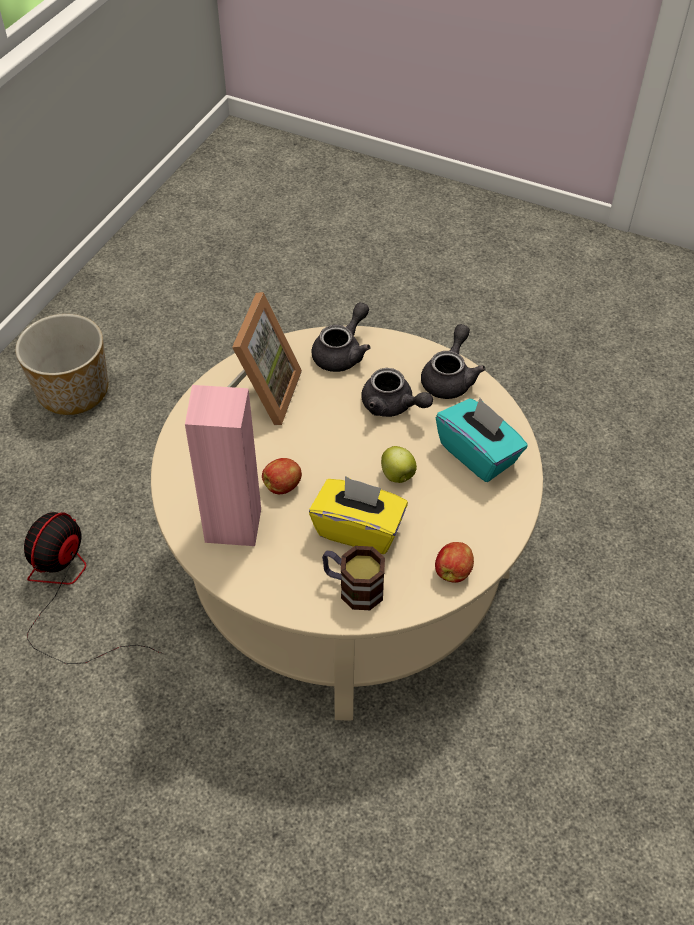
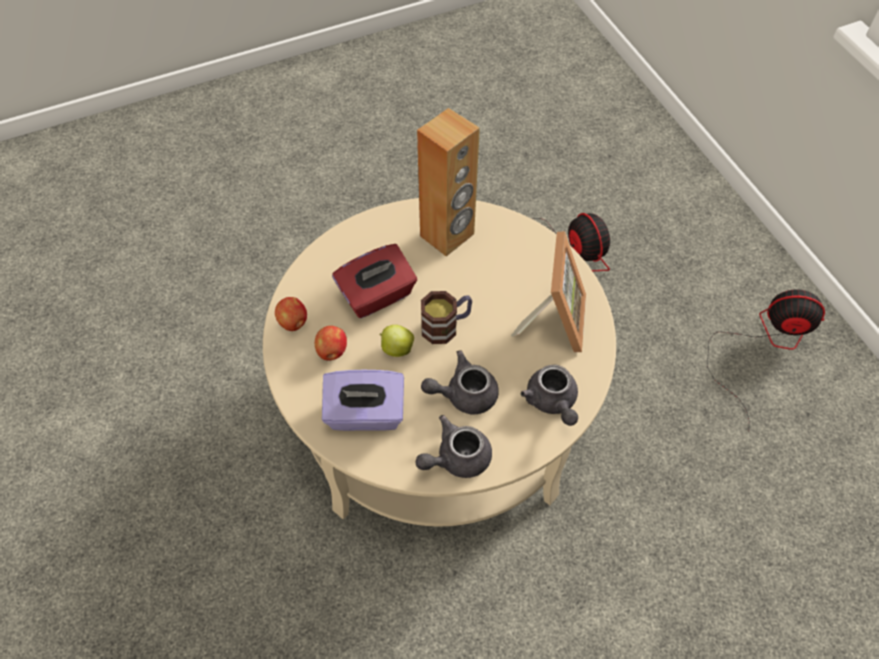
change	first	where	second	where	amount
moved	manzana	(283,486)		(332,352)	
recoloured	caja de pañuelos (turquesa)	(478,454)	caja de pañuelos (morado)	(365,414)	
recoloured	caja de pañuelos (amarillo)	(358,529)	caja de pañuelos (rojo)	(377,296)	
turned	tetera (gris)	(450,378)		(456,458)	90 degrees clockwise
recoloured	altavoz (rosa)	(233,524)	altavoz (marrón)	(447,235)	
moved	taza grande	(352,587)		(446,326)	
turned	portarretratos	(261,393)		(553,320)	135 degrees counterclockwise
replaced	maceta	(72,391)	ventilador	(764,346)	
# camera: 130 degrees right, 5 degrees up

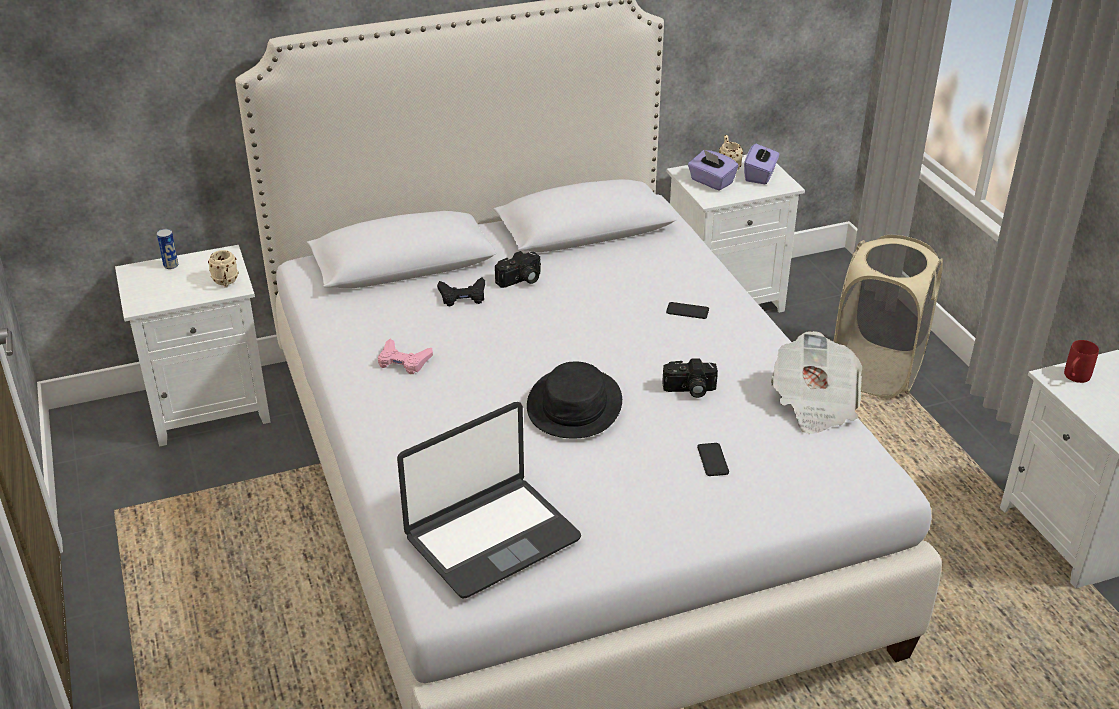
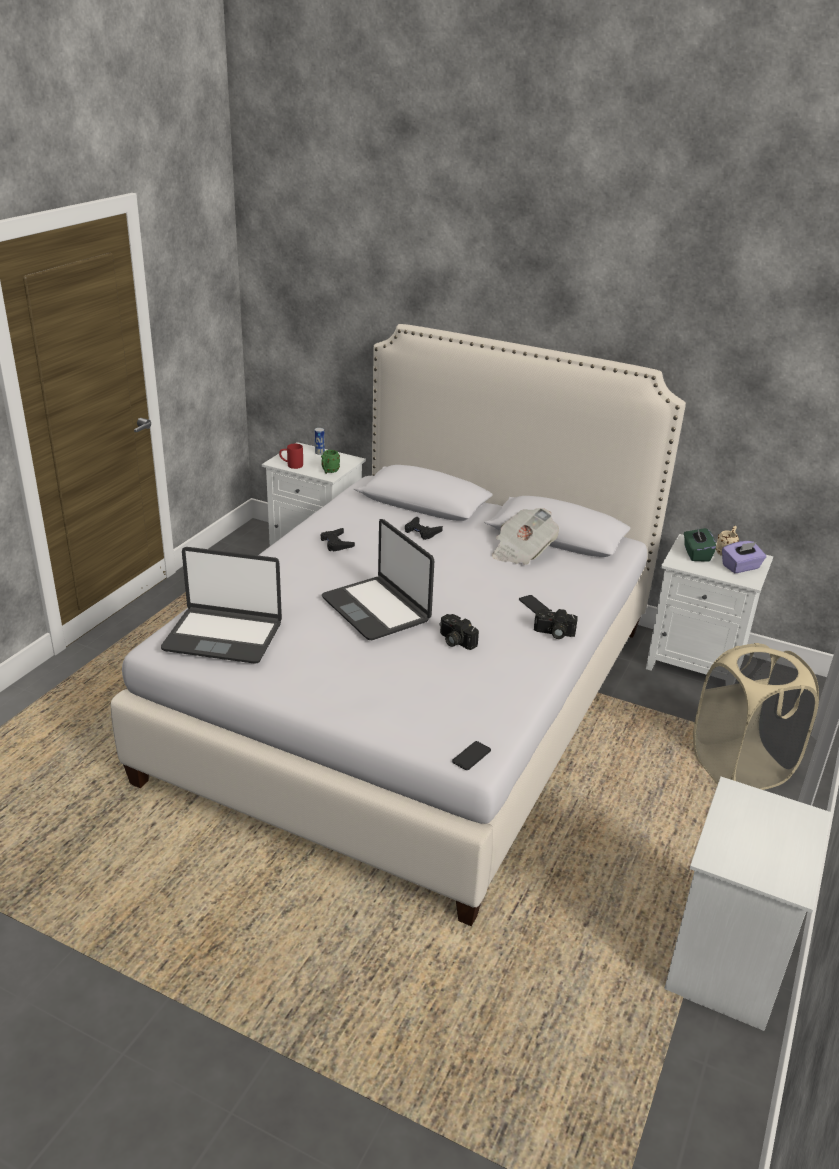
change	first	where	second	where	amount
moved	taza grande (rojo)	(1074,378)		(291,465)	
recoloured	taza grande (beis)	(226,283)	taza grande (verde)	(329,471)	
recoloured	mando de consola (rosa)	(403,361)	mando de consola (negro)	(336,543)	
replaced	sombrero (negro)	(575,405)	portátil	(377,609)	
moved	móvil	(712,460)		(471,756)	
moved	periódico	(814,404)		(521,552)	
moved	cámara	(520,280)		(554,633)	
recoloured	caja de pañuelos (morado)	(711,182)	caja de pañuelos (verde)	(696,554)	
# camera: 45 degrees right, 5 degrees down

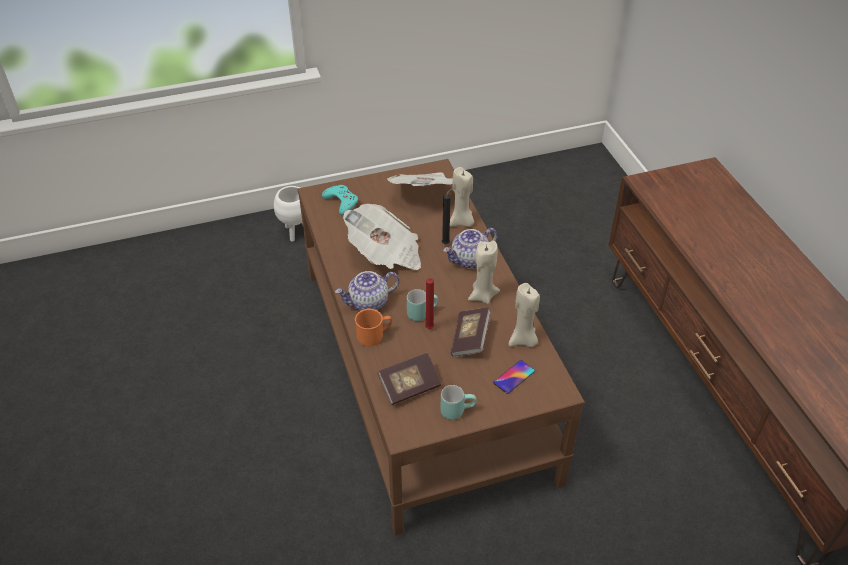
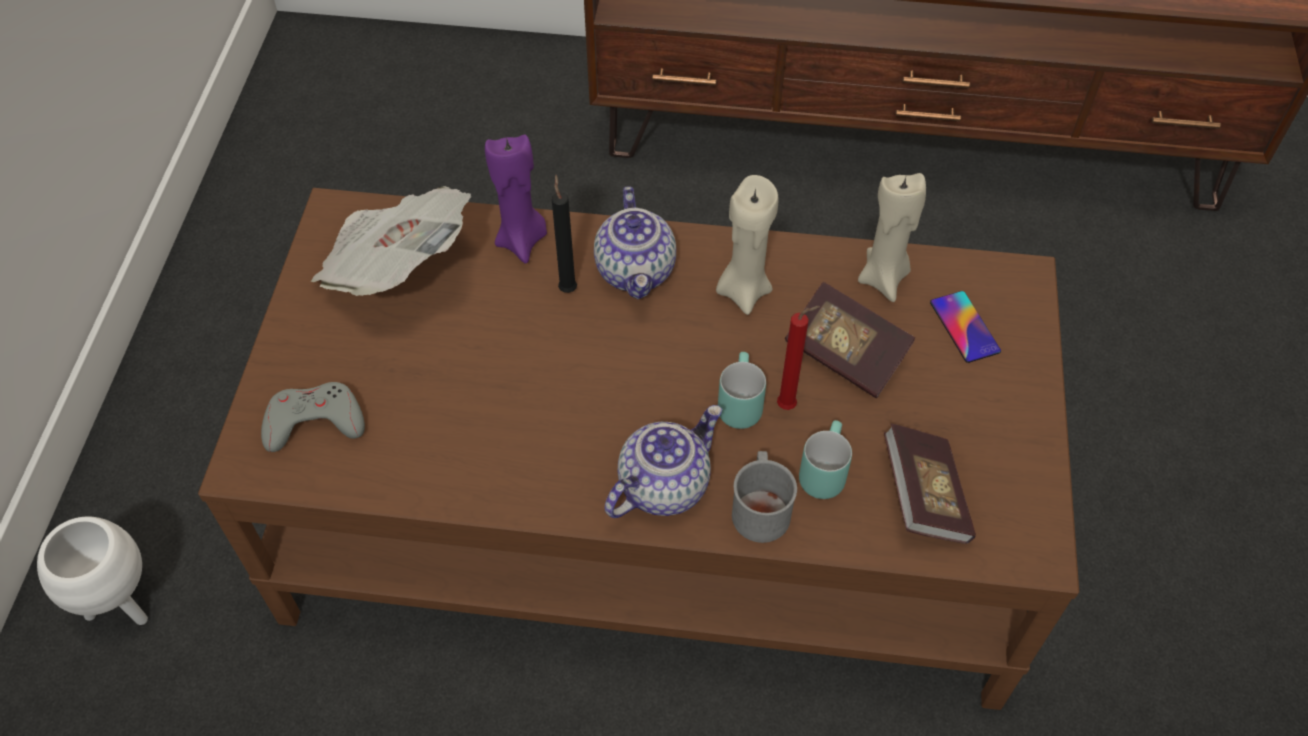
change	first	where	second	where	amount
recoloured	mando de consola (turquesa)	(341,202)	mando de consola (gris)	(314,422)	
recoloured	vela (beis)	(461,222)	vela (morado)	(522,240)	
turned	tetera	(368,303)		(663,484)	135 degrees counterclockwise
recoloured	taza grande (naranja)	(374,335)	taza grande (gris)	(760,507)	
moved	taza grande (turquesa)	(457,410)		(821,470)	
removed	periódico	(385,254)			
# camera: 65 degrees left, 10 degrees up

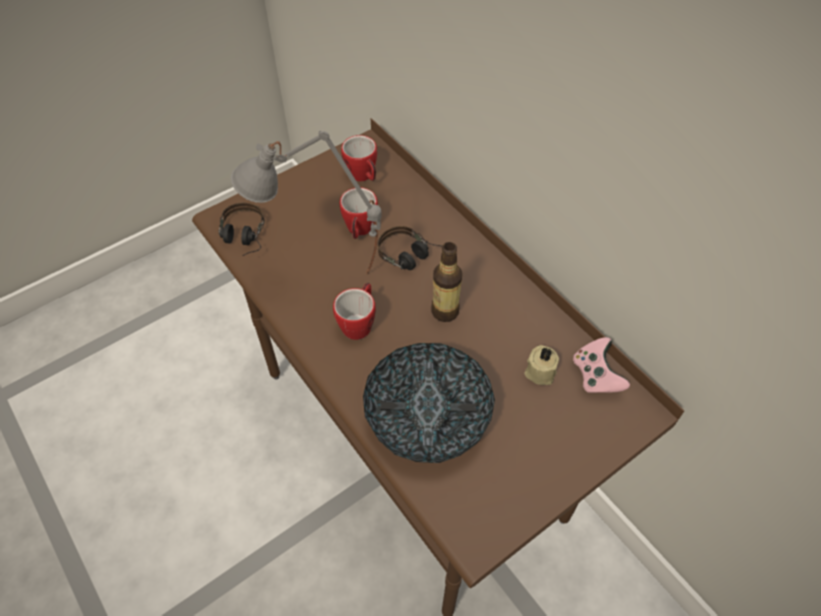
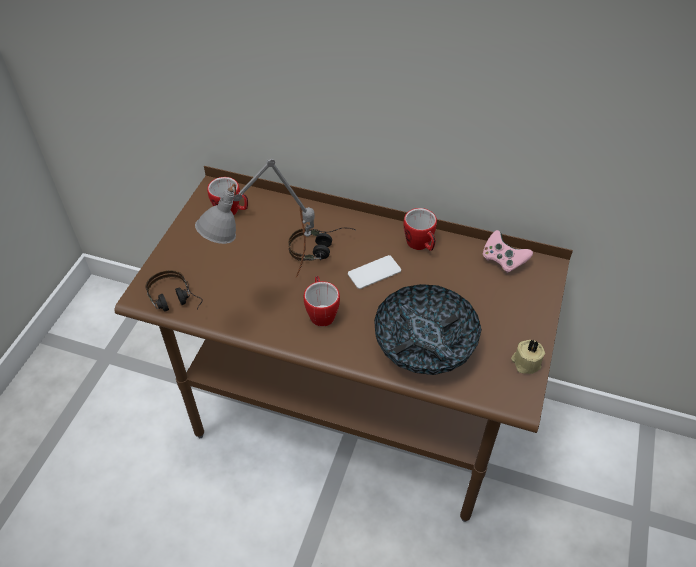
change	first	where	second	where	amount
replaced	botella	(445,311)	móvil	(374,272)	
moved	taza grande	(359,230)		(420,245)	
moved	vela (beis)	(540,371)		(525,363)	
# camera: 35 degrees left, 5 degrees down

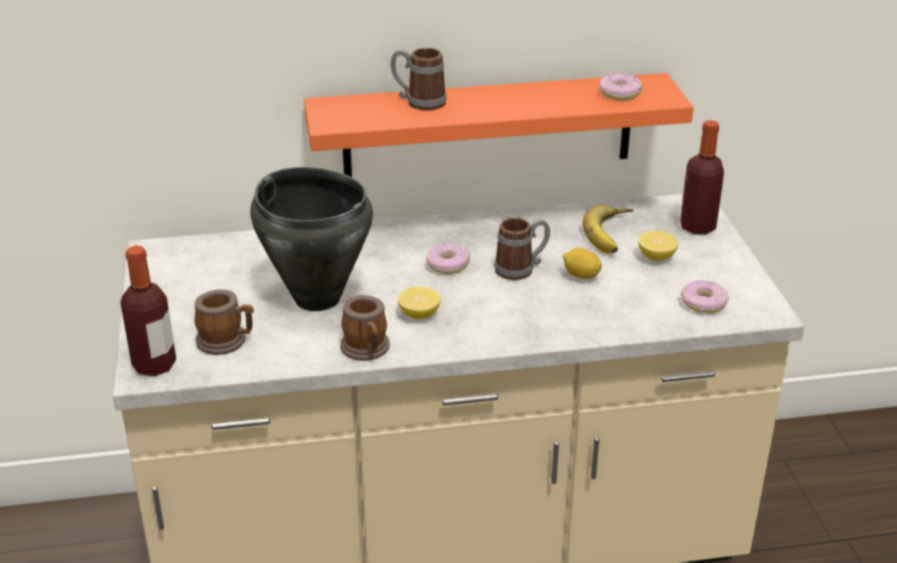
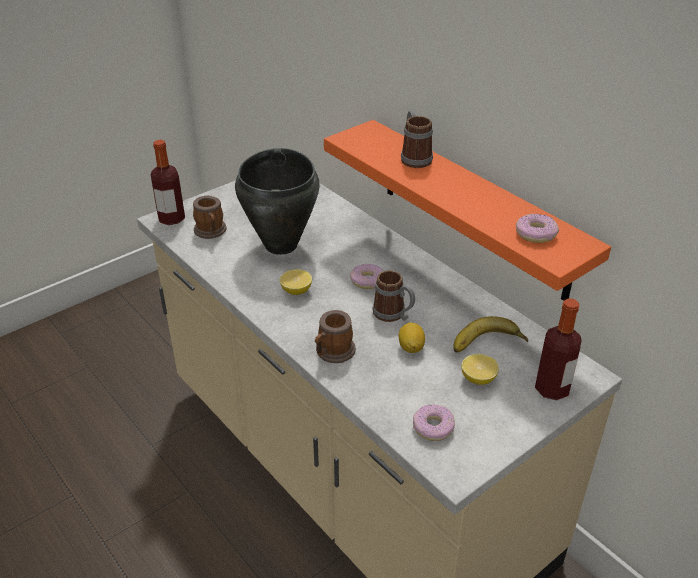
change	first	where	second	where	amount
moved	taza grande	(367,350)		(332,353)	
# camera: 60 degrees right, 5 degrees up

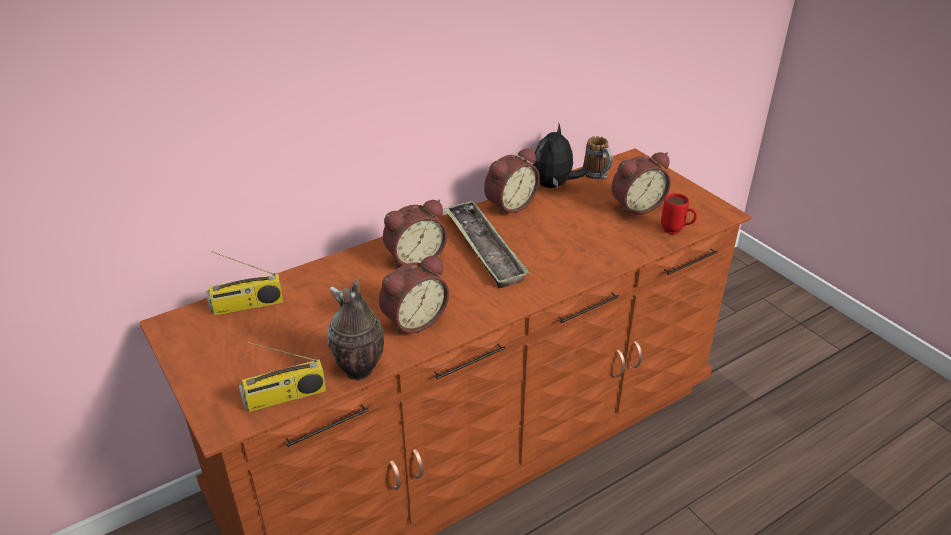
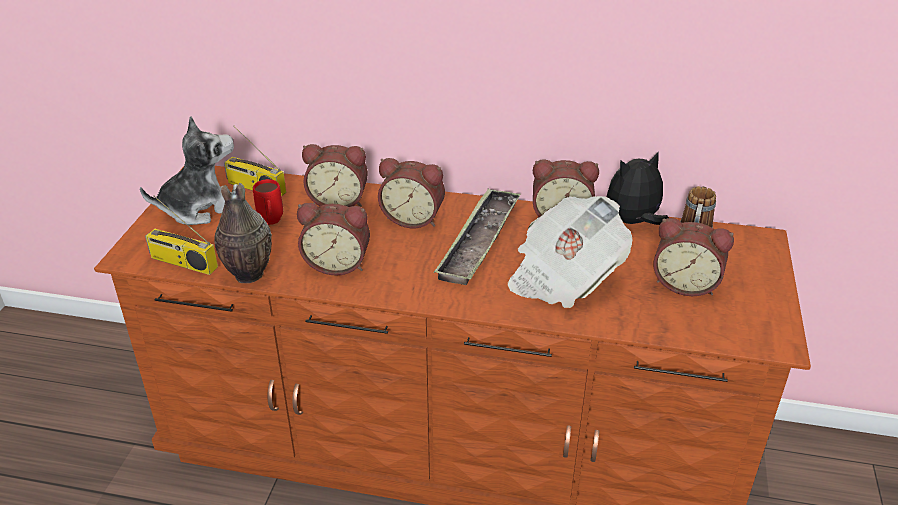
change	first	where	second	where	amount
added			peluche	(199,208)	
moved	taza grande (rojo)	(676,231)		(271,223)	
added			despertador	(339,201)	
added			periódico	(563,276)	
# camera: 45 degrees right, 0 degrees up

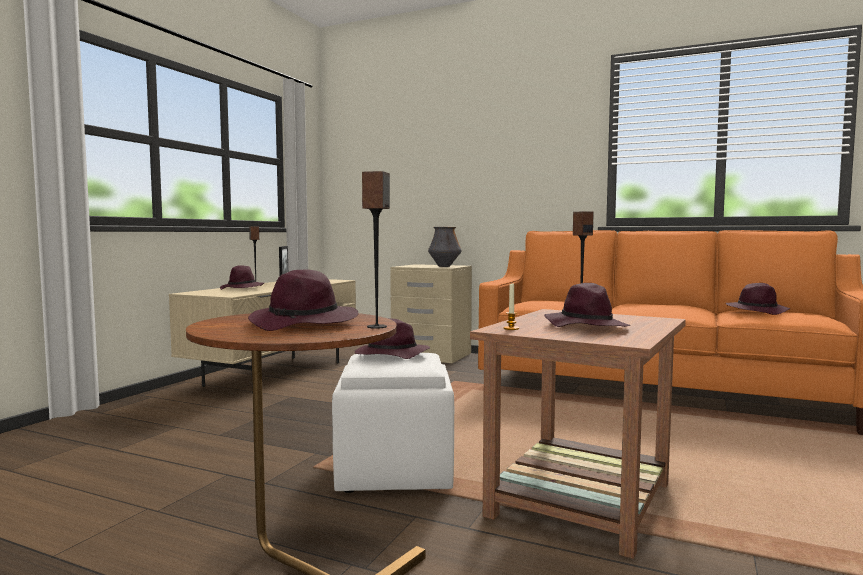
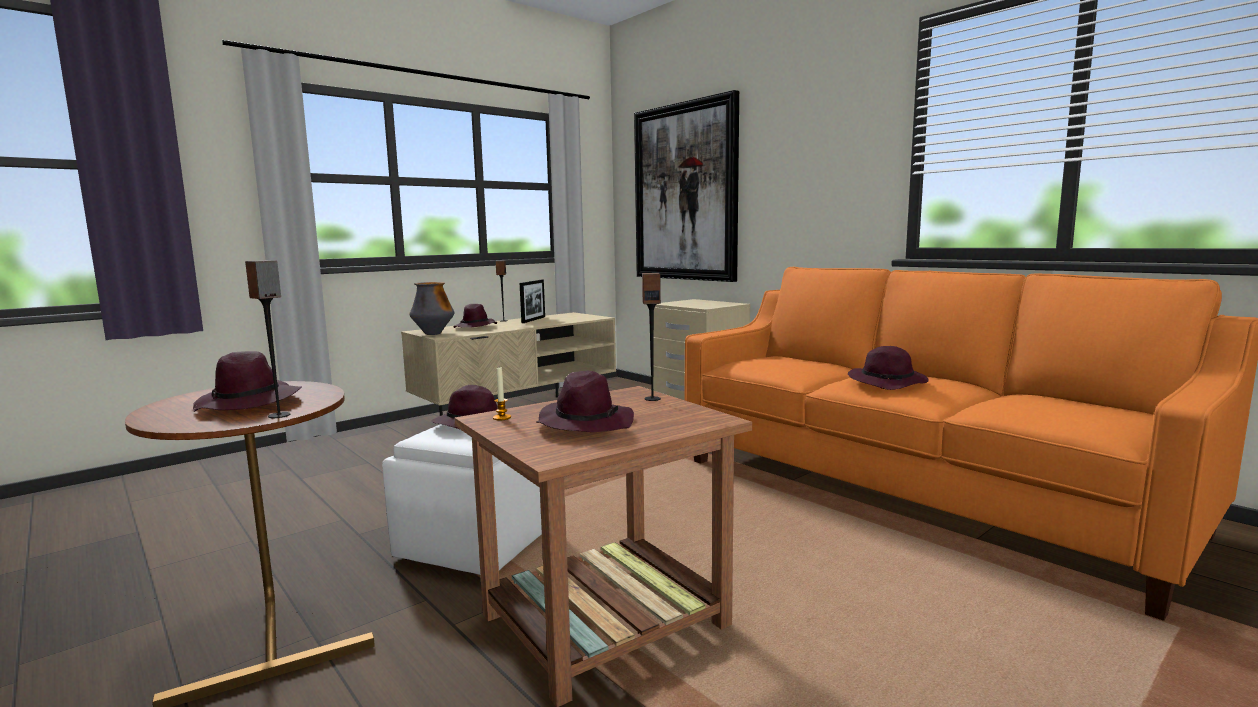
change	first	where	second	where	amount
moved	florero	(444,266)		(433,334)	
added			cuadro	(685,193)	
moved	sombrero (morado)	(757,311)		(888,382)	
# camera: 25 degrees right, 5 degrees up

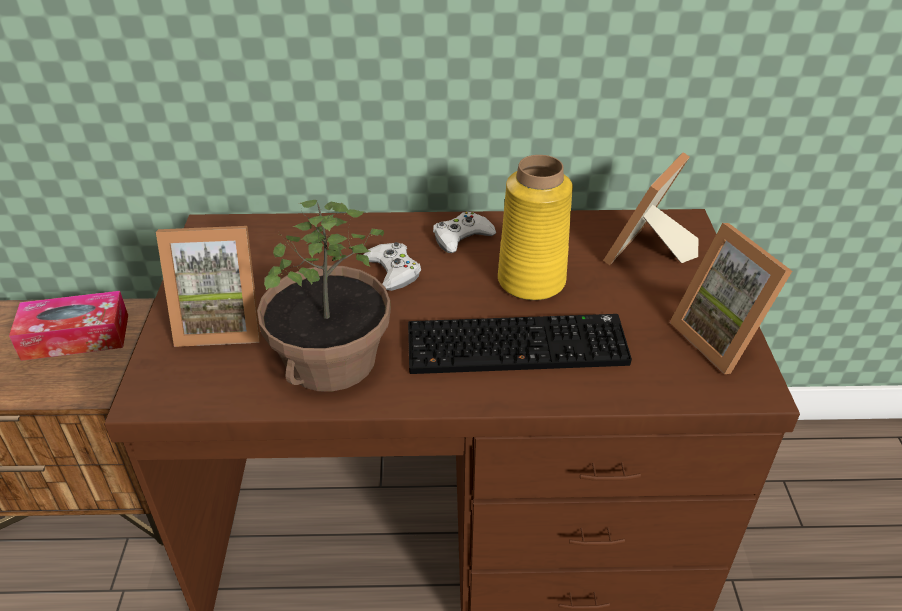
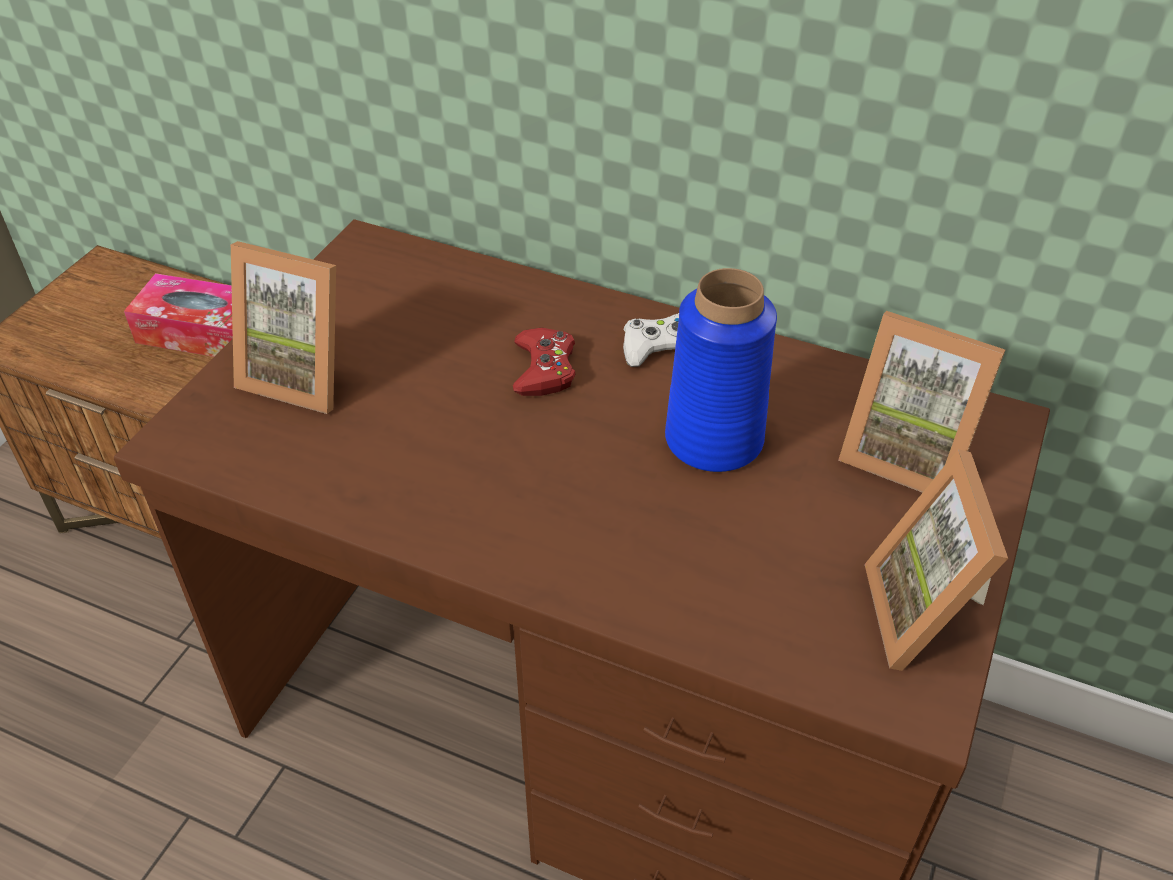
change	first	where	second	where	amount
recoloured	mando de consola (blanco)	(393,271)	mando de consola (rojo)	(544,369)	
recoloured	florero (amarillo)	(531,281)	florero (azul)	(713,440)	
turned	portarretratos	(647,255)		(907,453)	120 degrees counterclockwise
removed	planta en maceta	(330,359)			
removed	teclado	(518,344)			
# camera: 25 degrees right, 5 degrees up

